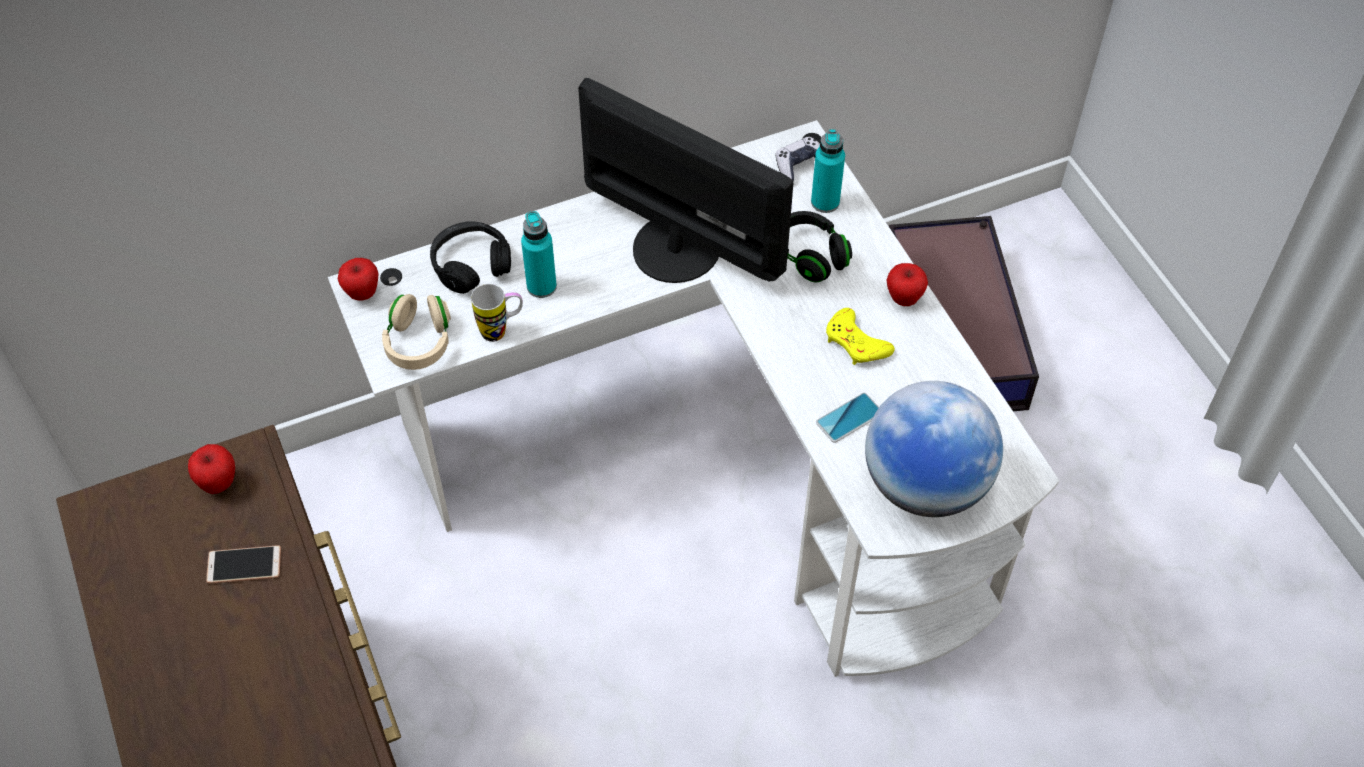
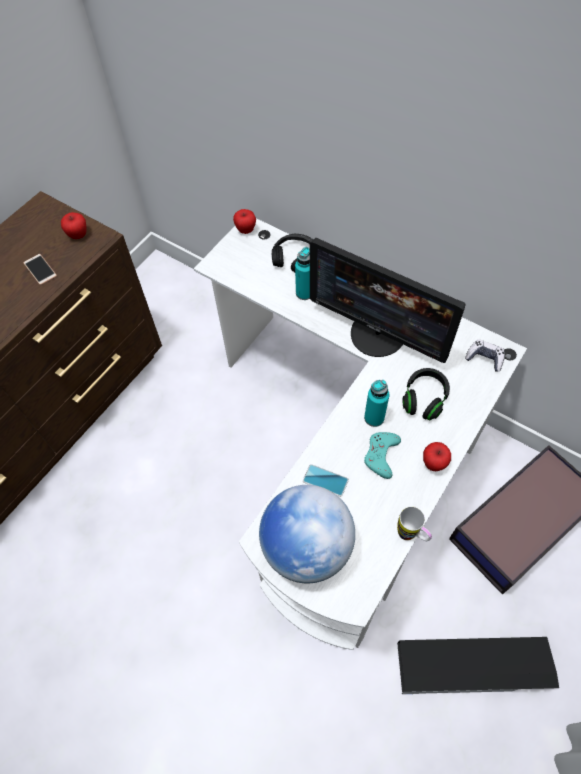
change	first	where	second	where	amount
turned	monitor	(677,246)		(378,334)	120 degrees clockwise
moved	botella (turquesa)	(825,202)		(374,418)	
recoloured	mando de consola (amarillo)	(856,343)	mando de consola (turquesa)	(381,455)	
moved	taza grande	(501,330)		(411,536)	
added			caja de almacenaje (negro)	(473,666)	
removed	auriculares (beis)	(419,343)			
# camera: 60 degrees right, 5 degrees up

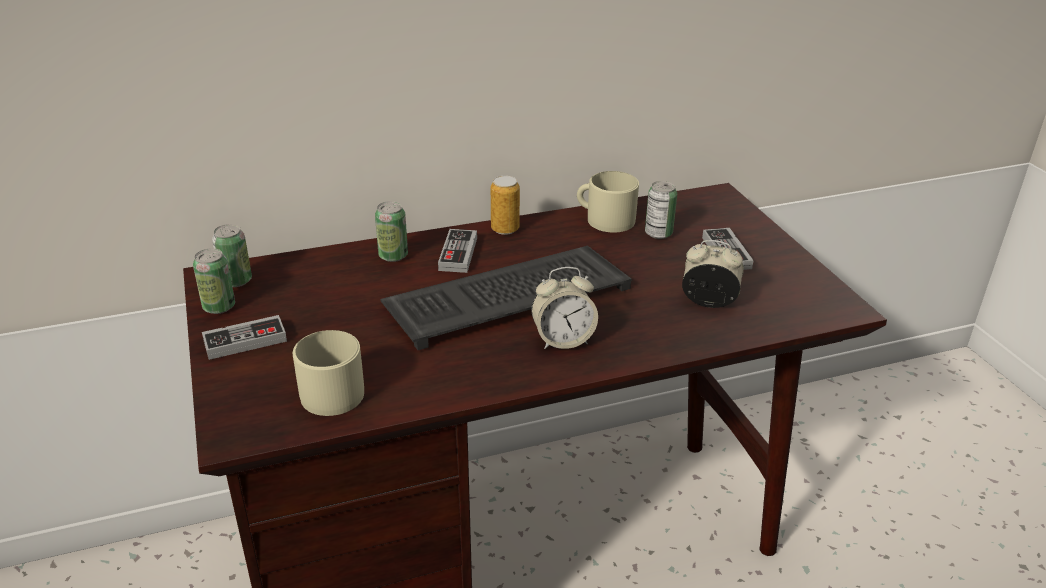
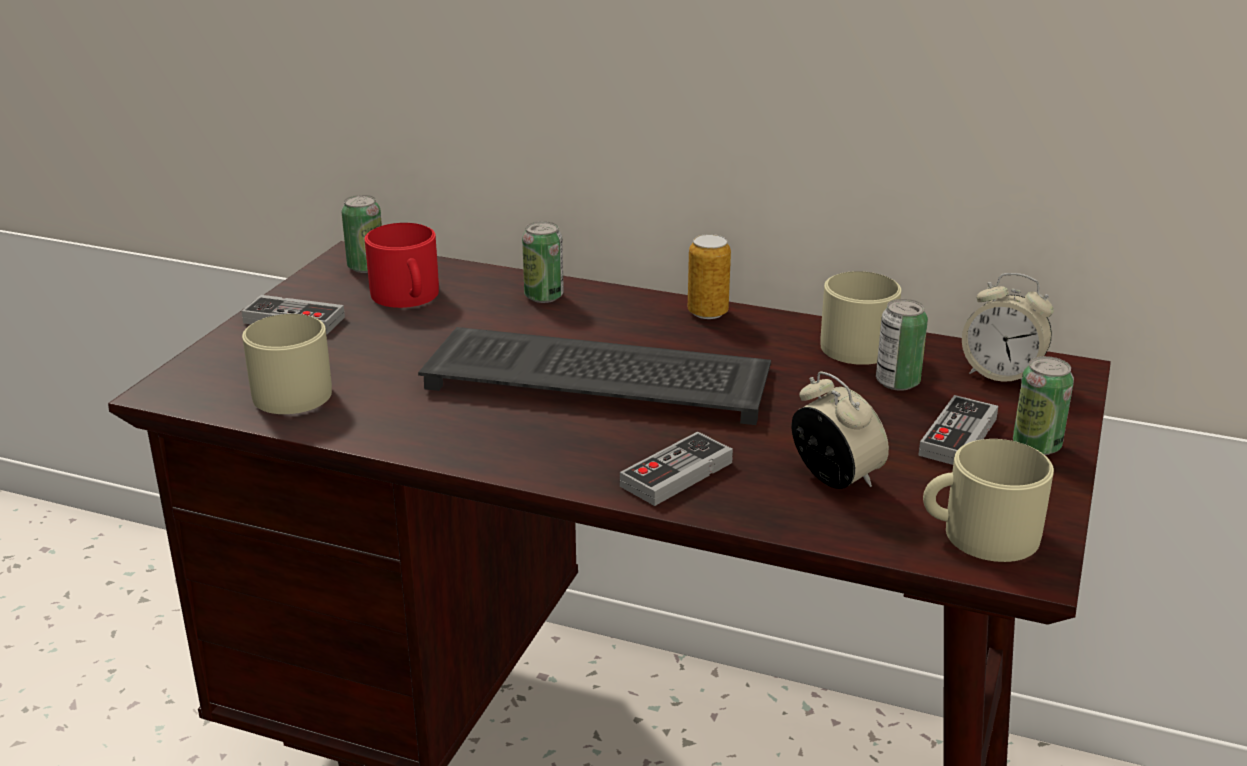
change	first	where	second	where	amount
added			taza grande (rojo)	(407,296)	
moved	mando de consola	(458,254)		(676,474)	
added			taza grande (beis)	(979,534)	
moved	despertador	(563,340)		(1001,374)	
moved	lata	(219,307)		(1036,446)	
# camera: 40 degrees right, 5 degrees down

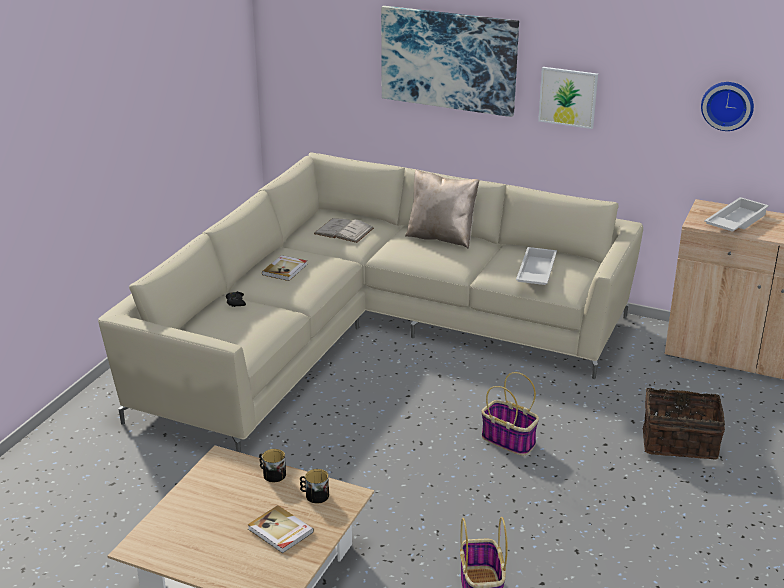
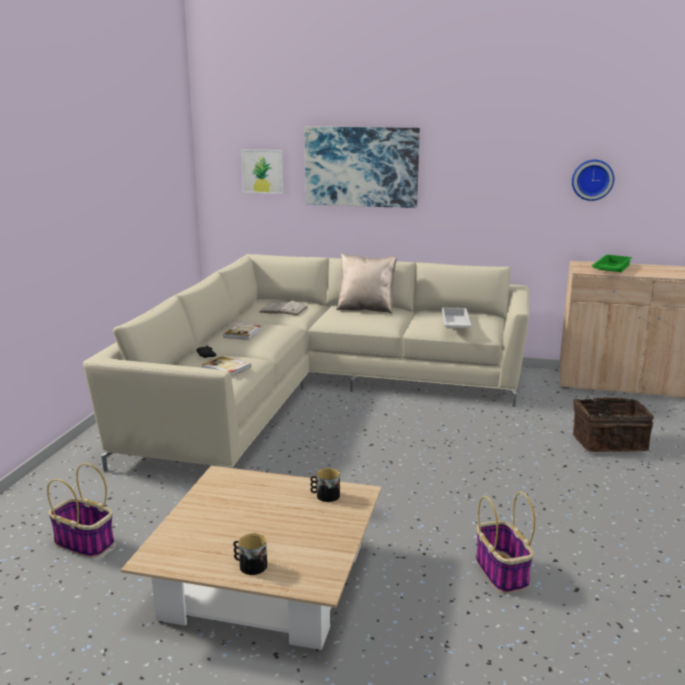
change	first	where	second	where	amount
moved	cesta	(509,441)		(85,543)	
moved	libro	(280,531)		(226,368)	
moved	taza grande	(272,474)		(250,565)	
moved	cuadro	(568,97)		(262,171)	
recoloured	bandeja (blanco)	(734,221)	bandeja (verde)	(610,269)	
# camera: 10 degrees left, 10 degrees down

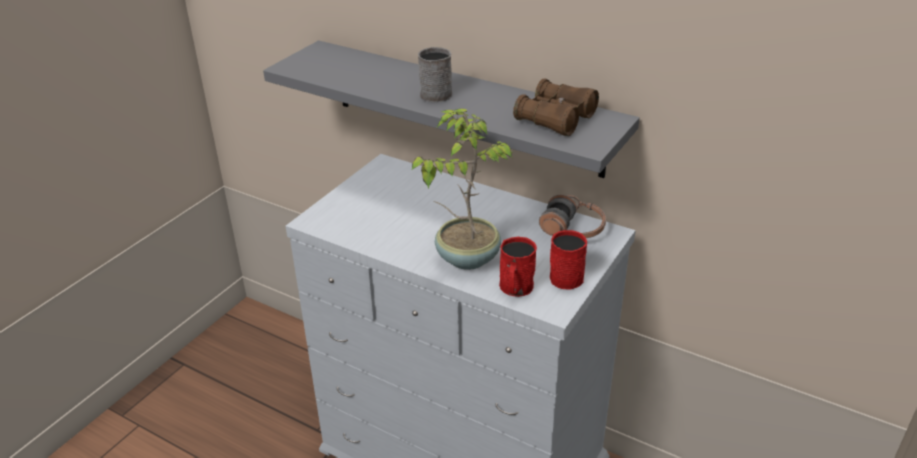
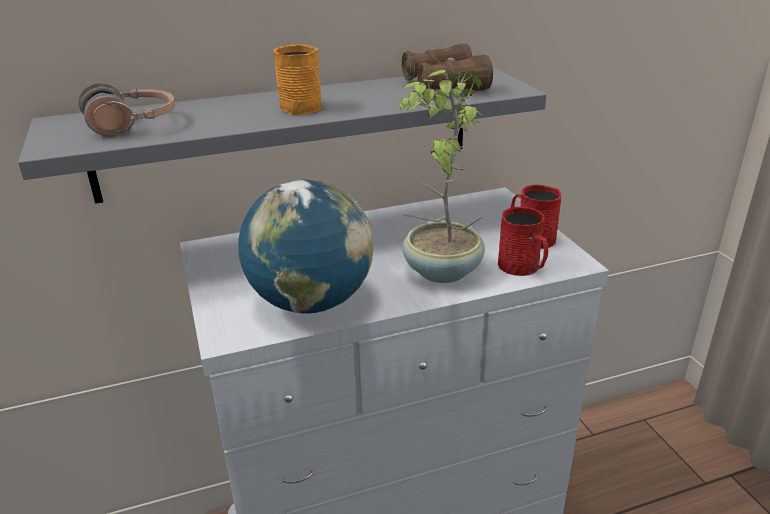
change	first	where	second	where	amount
moved	auriculares	(572,230)		(132,124)	
added			globo terráqueo	(311,302)	
recoloured	taza grande (gris)	(437,92)	taza grande (naranja)	(297,106)	
# camera: 50 degrees left, 5 degrees down

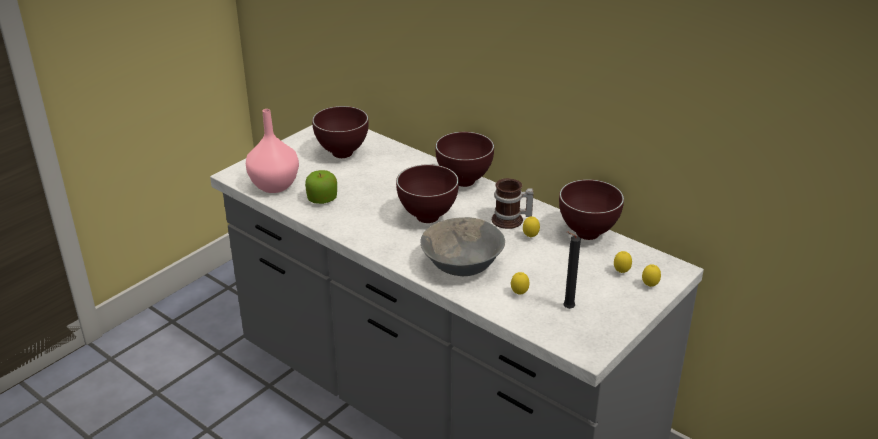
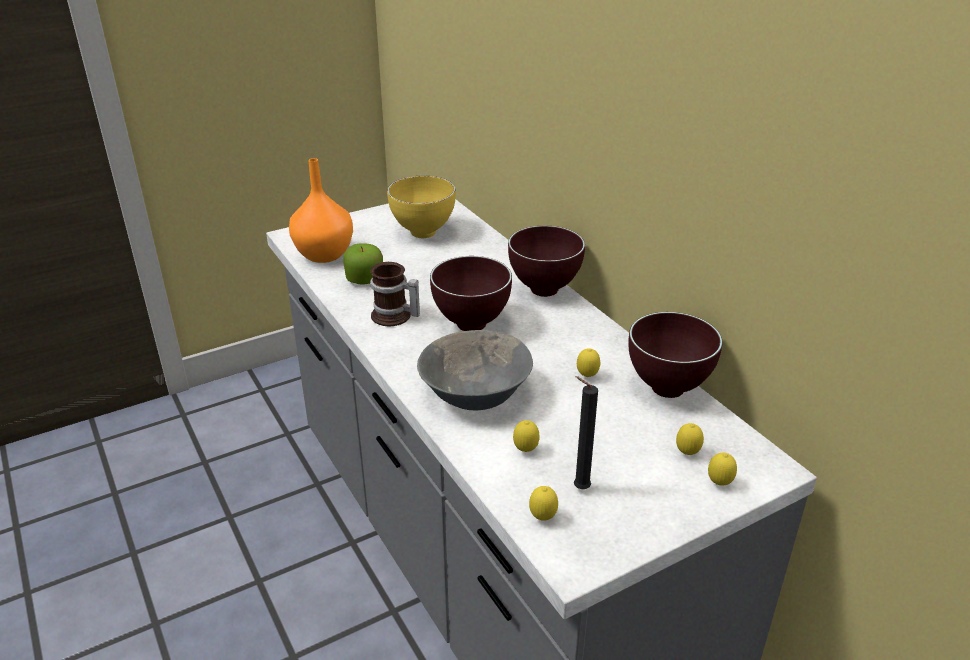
change	first	where	second	where	amount
recoloured	florero (rosa)	(274,185)	florero (naranja)	(325,254)	
moved	taza grande	(510,221)		(394,317)	
recoloured	cuenco (marrón)	(342,153)	cuenco (amarillo)	(423,233)	
added			limón	(542,518)	
# camera: 20 degrees right, 0 degrees up

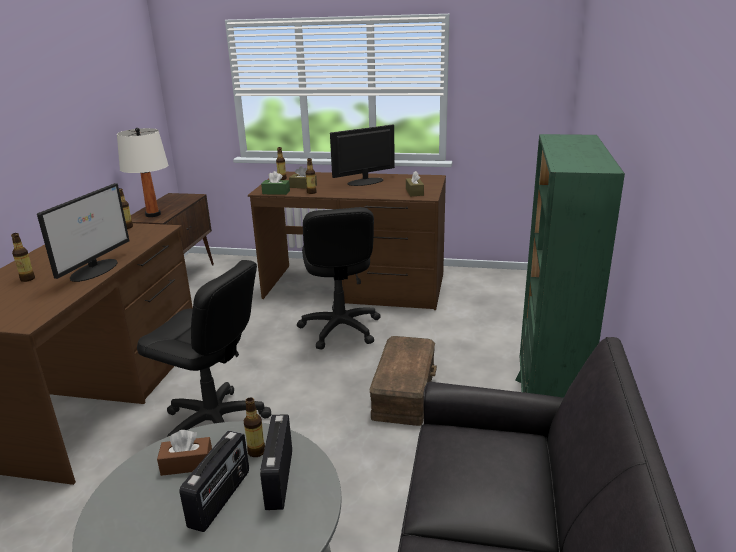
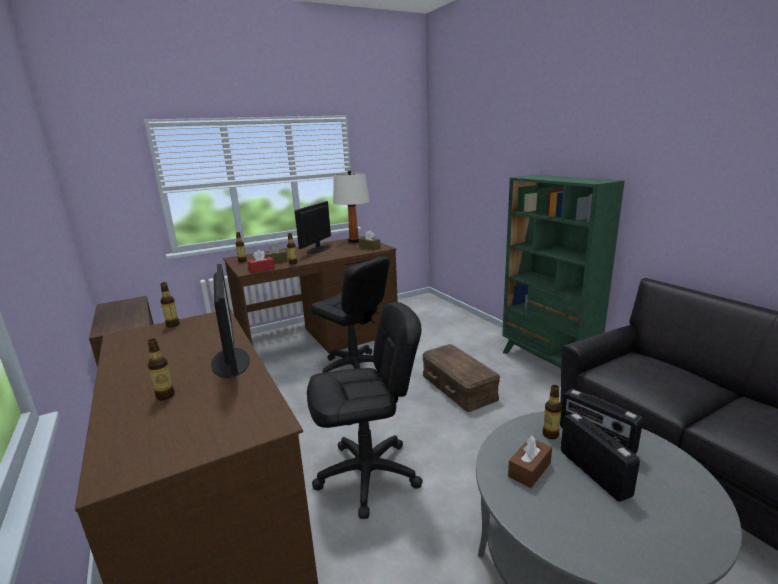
change	first	where	second	where	amount
recoloured	caja de pañuelos (verde)	(276,192)	caja de pañuelos (rojo)	(261,269)	
moved	lámpara de mesa (blanco)	(153,214)		(354,241)	
# camera: 40 degrees left, 5 degrees down

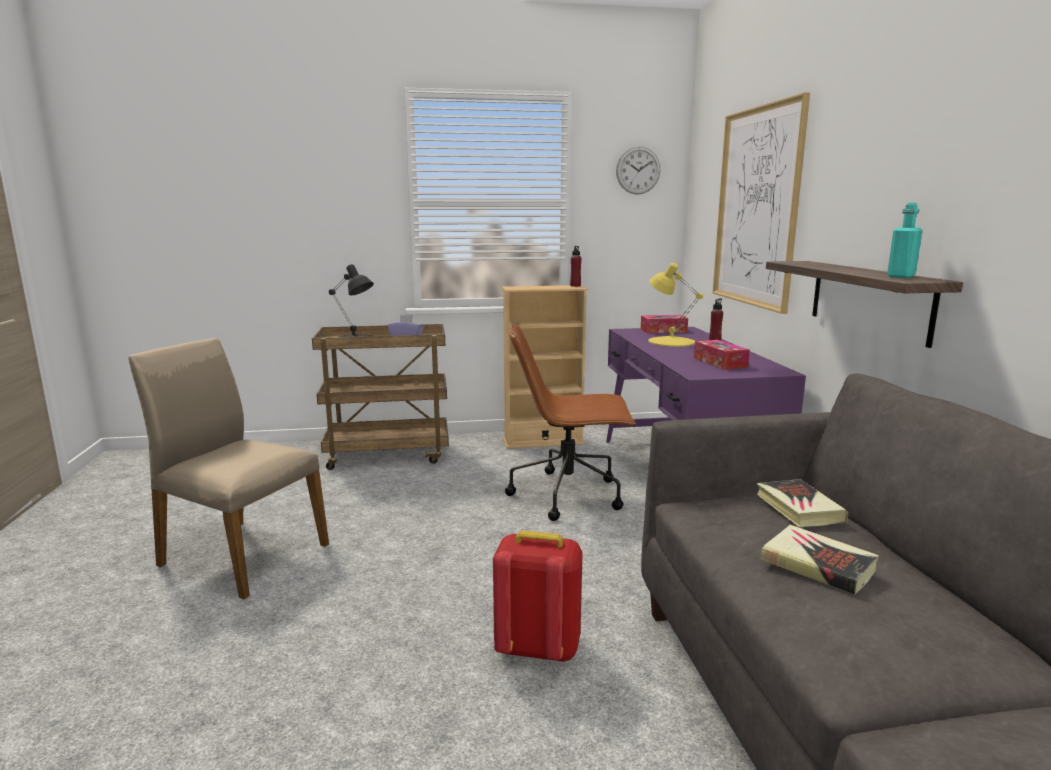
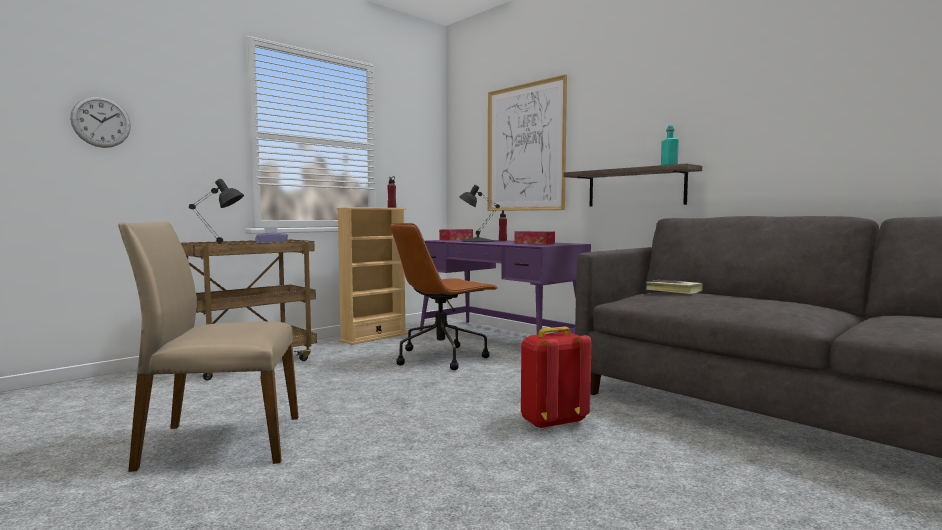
change	first	where	second	where	amount
moved	reloj de pared	(638,170)		(101,122)	
recoloured	lámpara de mesa (amarillo)	(671,341)	lámpara de mesa (negro)	(477,241)	
removed	libro	(817,565)			
# camera: 35 degrees left, 10 degrees down

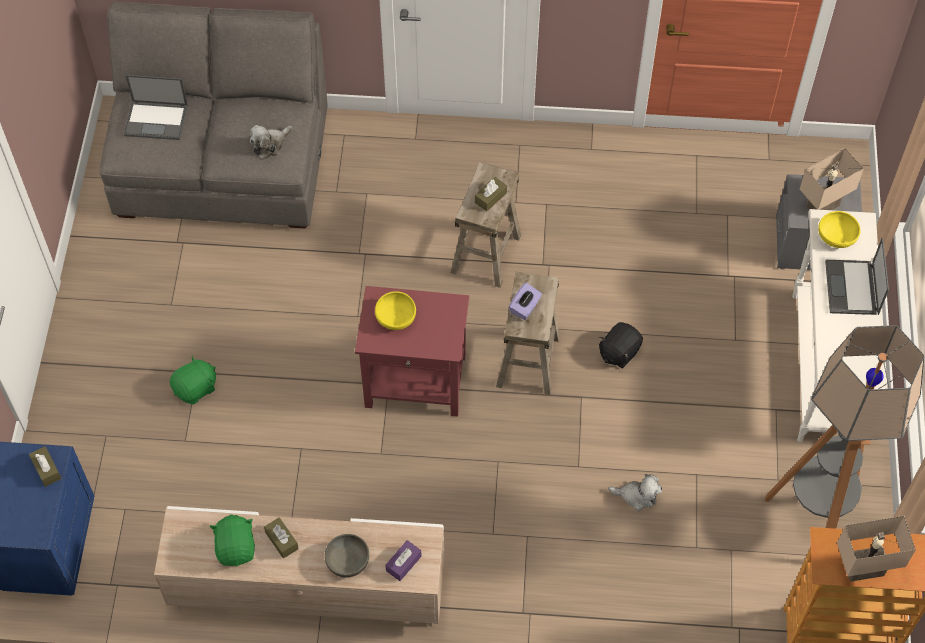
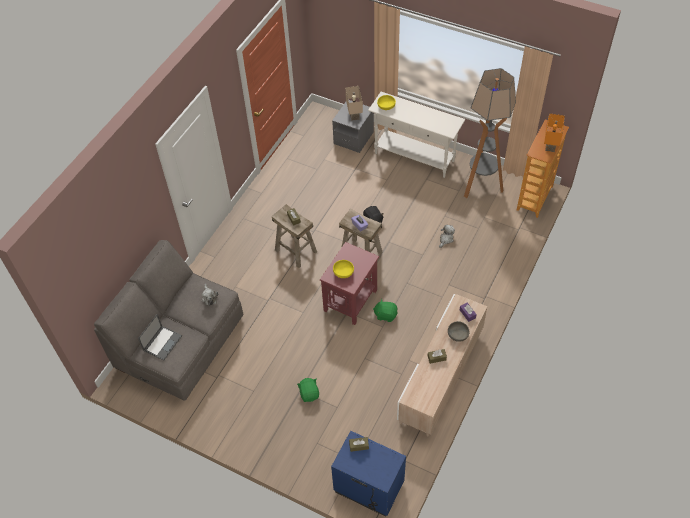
change	first	where	second	where	amount
moved	peluche (verde)	(236,548)		(385,315)	
recoloured	lámpara de mesa (beis)	(863,570)	lámpara de mesa (naranja)	(551,146)	
removed	portátil	(852,288)			
# camera: 65 degrees left, 5 degrees down

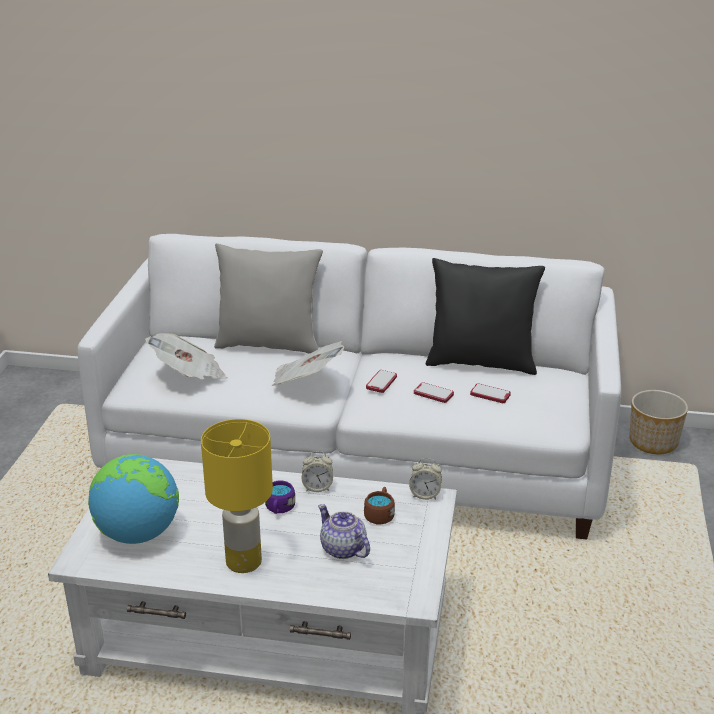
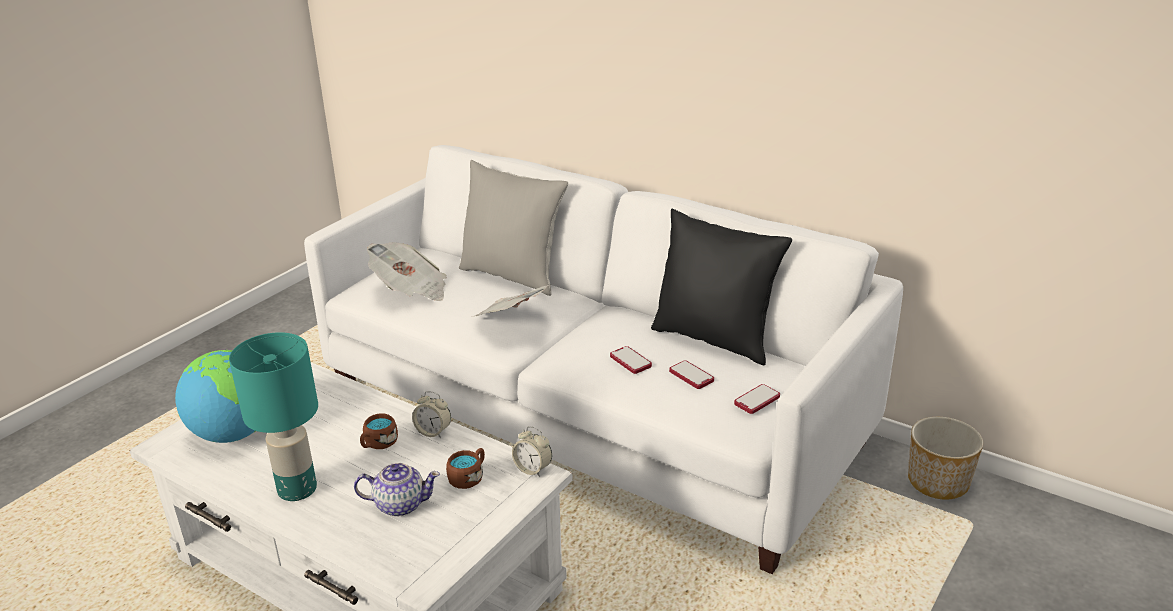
change	first	where	second	where	amount
recoloured	lámpara de mesa (amarillo)	(242,562)	lámpara de mesa (turquesa)	(296,489)	
turned	tetera	(343,549)		(399,504)	105 degrees clockwise
recoloured	taza grande (morado)	(279,509)	taza grande (marrón)	(378,444)	
moved	móvil	(381,382)		(757,400)	
# camera: 25 degrees right, 0 degrees up

